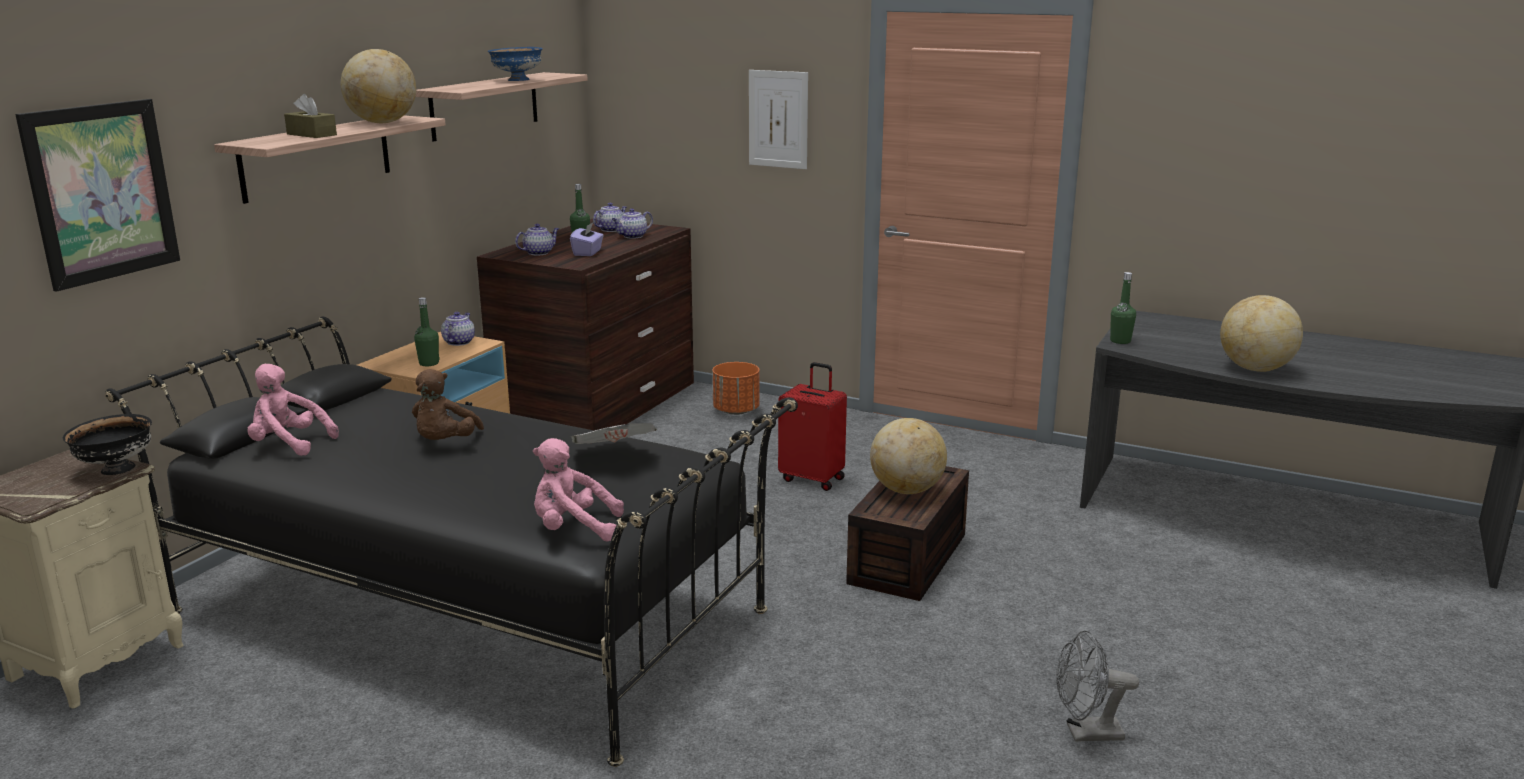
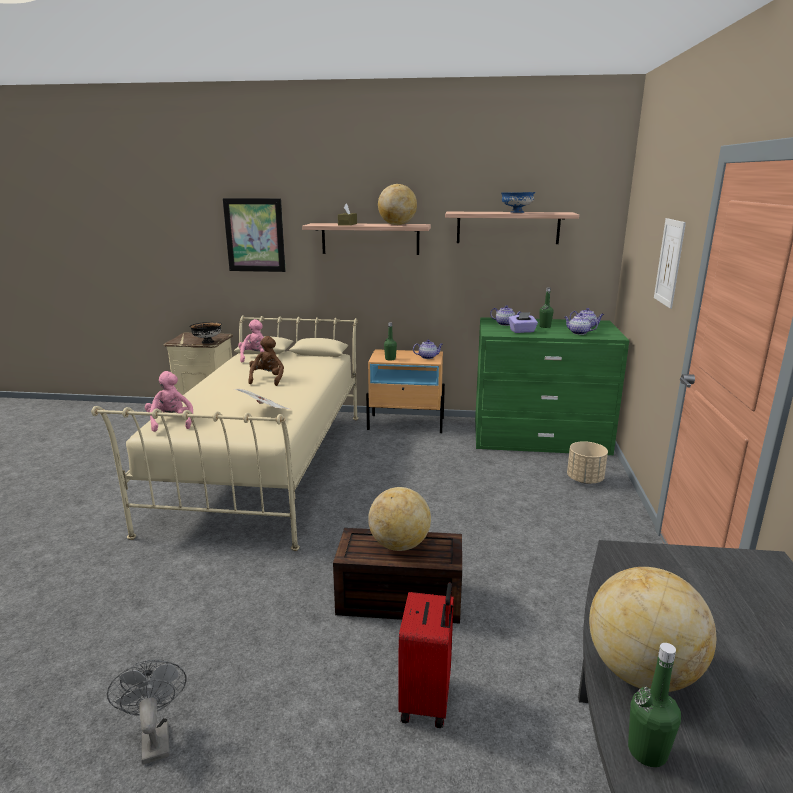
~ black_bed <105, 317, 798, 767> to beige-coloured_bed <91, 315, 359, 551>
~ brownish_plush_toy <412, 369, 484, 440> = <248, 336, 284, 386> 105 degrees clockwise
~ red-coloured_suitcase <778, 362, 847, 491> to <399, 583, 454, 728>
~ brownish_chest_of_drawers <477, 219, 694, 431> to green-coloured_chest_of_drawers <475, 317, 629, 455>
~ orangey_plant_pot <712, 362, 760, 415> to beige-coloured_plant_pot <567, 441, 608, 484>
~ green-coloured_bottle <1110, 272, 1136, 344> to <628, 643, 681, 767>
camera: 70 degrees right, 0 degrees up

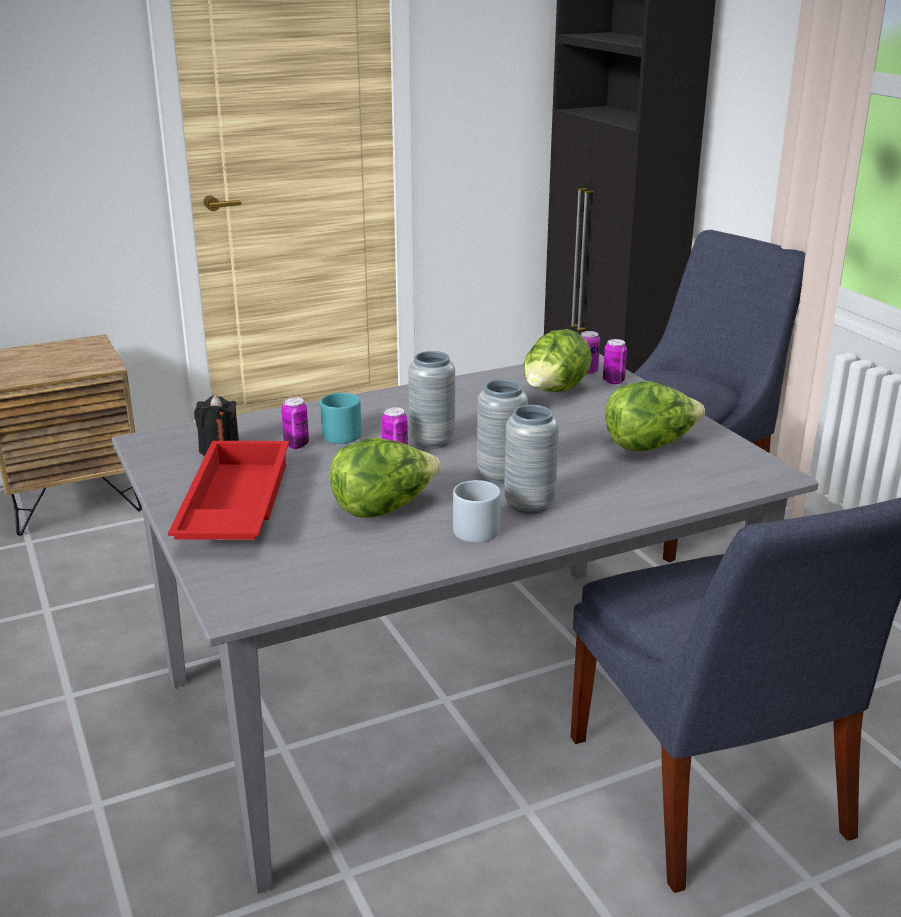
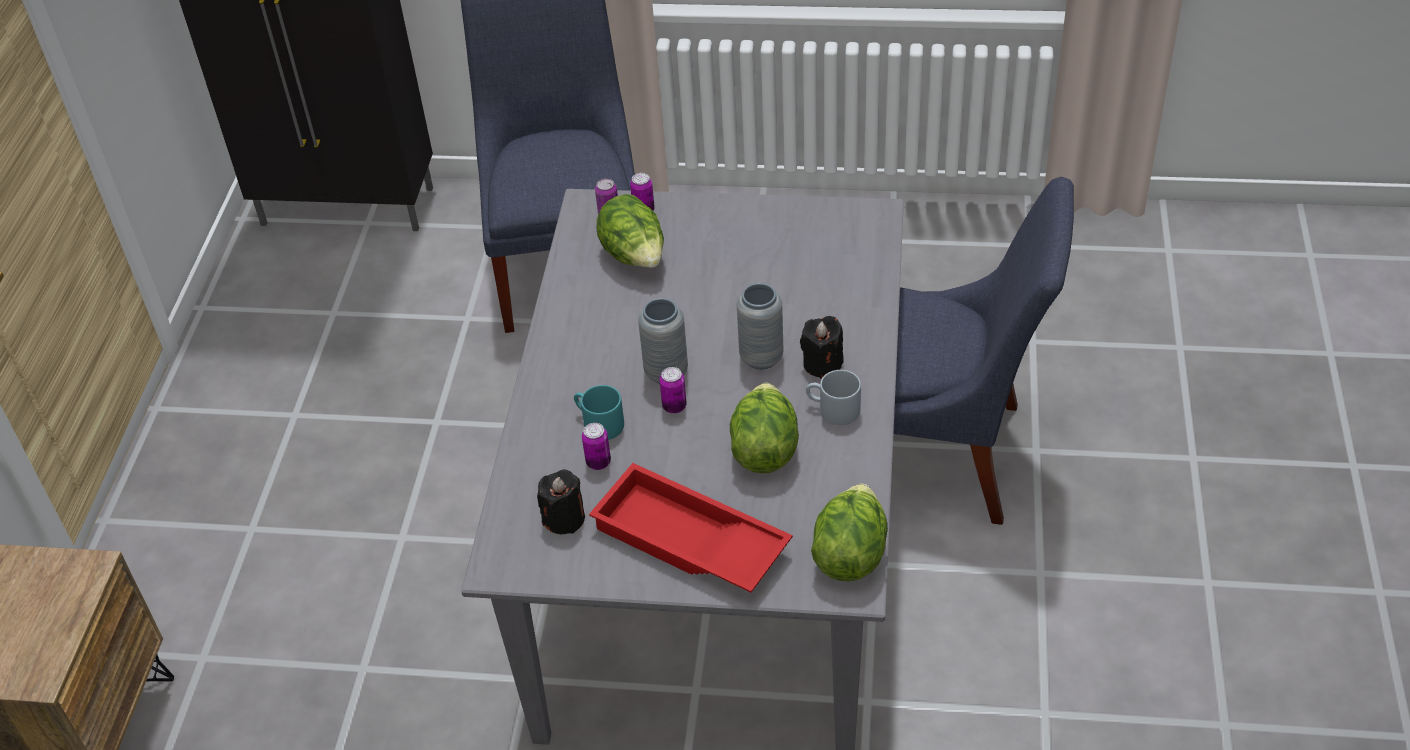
~ greyish_decorative_vase <504, 405, 559, 514> to black_wax_light <800, 316, 844, 379>
~ lettuce_head <606, 381, 705, 452> to <811, 484, 888, 582>
camera: 55 degrees left, 20 degrees up

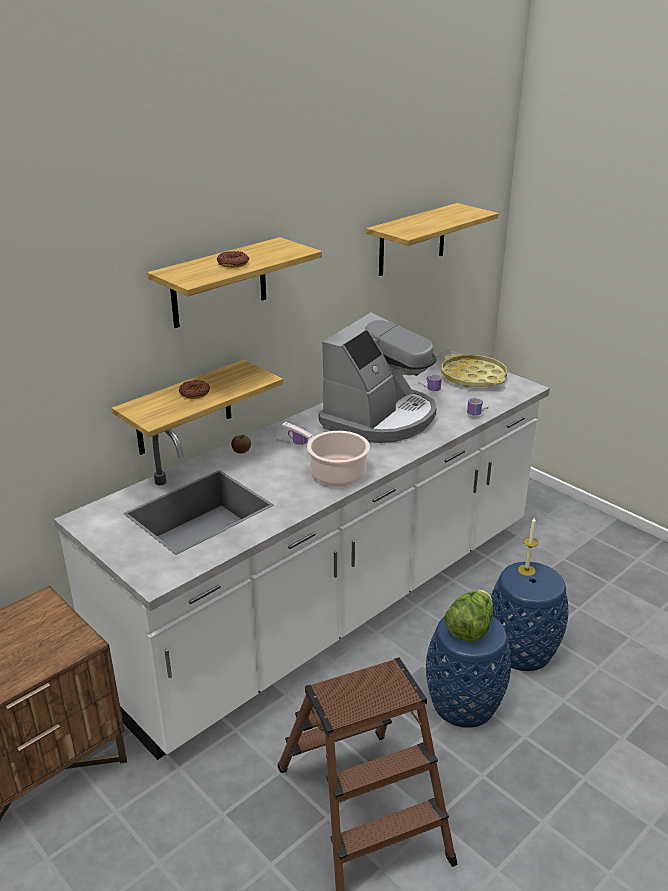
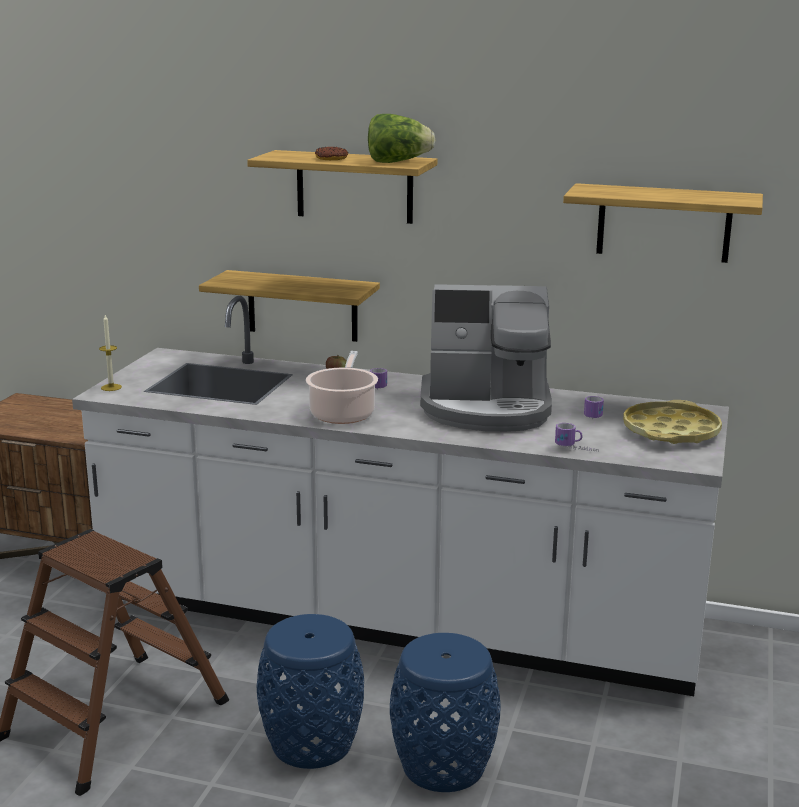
~ wax_light <518, 517, 539, 576> to <99, 315, 122, 391>
~ lettuce_head <444, 590, 493, 642> to <368, 114, 435, 163>
- doughnut <179, 380, 210, 399>
camera: 60 degrees right, 10 degrees down

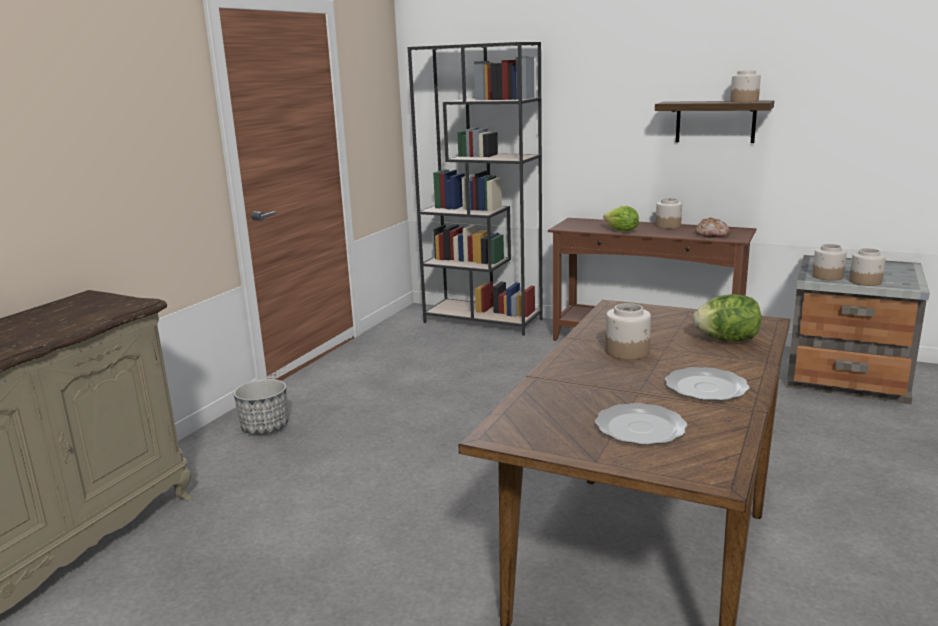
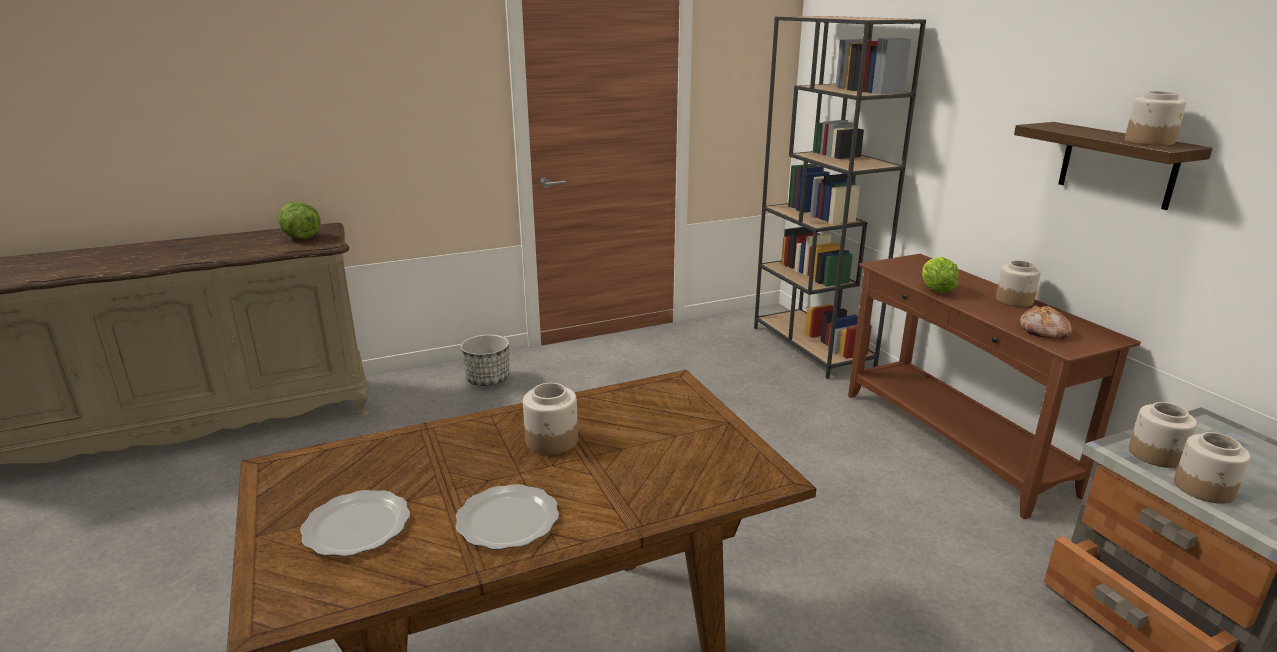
~ lettuce_head <693, 294, 761, 342> to <278, 202, 320, 239>
camera: 40 degrees right, 5 degrees up

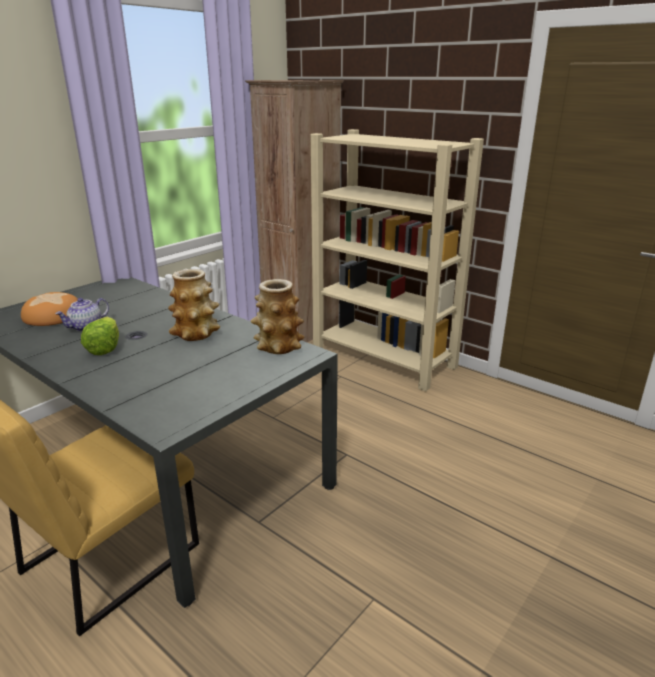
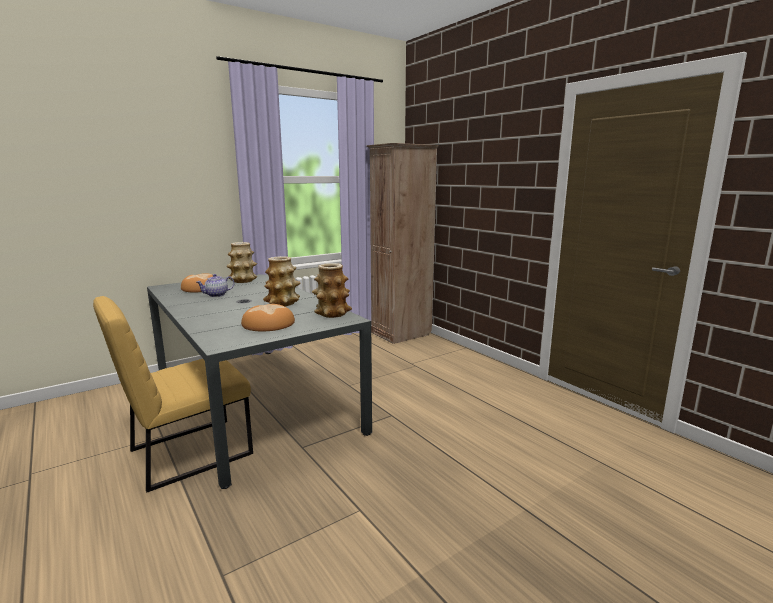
+ decorative_vase <227, 242, 257, 283>
+ baked_bread <241, 304, 295, 331>
- lettuce_head <81, 317, 119, 355>
- beige-coloured_bookcase <311, 129, 484, 391>
camera: 15 degrees right, 10 degrees down

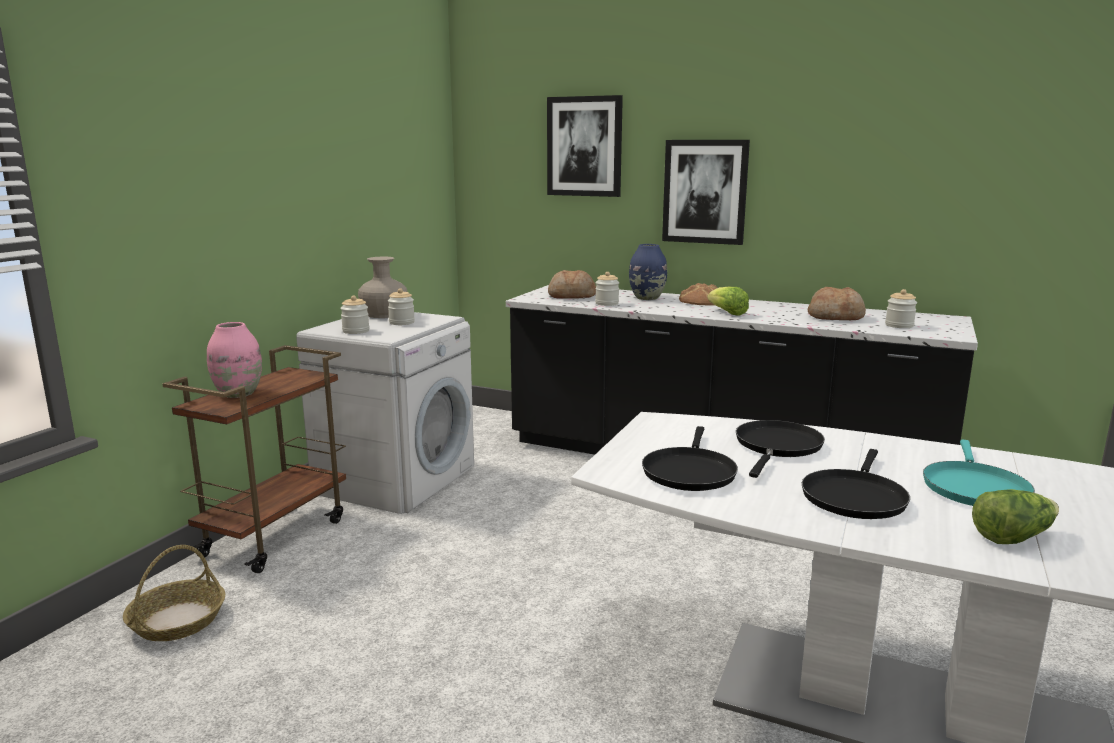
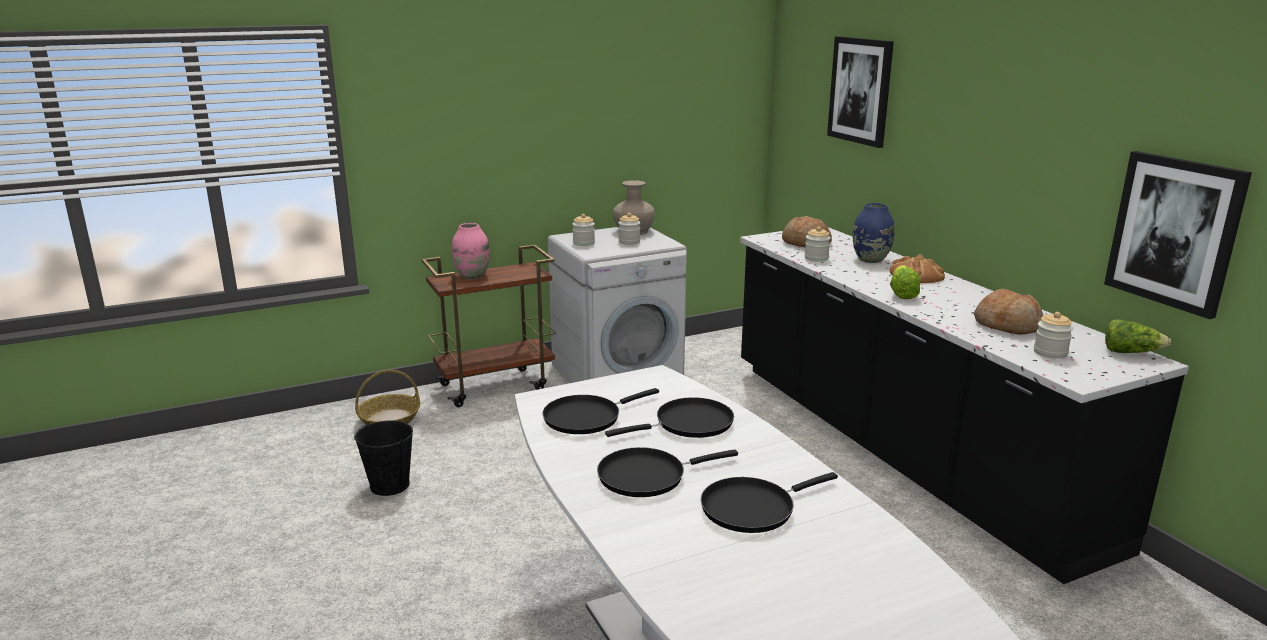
+ black_bucket <354, 420, 413, 496>
~ turquoise_frying_pan <923, 439, 1035, 506> to black_frying_pan <701, 472, 838, 533>
~ wall_art <662, 140, 750, 245> to <1104, 151, 1252, 319>
~ lettuce_head <972, 489, 1059, 544> to <1105, 319, 1171, 353>
camera: 40 degrees right, 5 degrees up

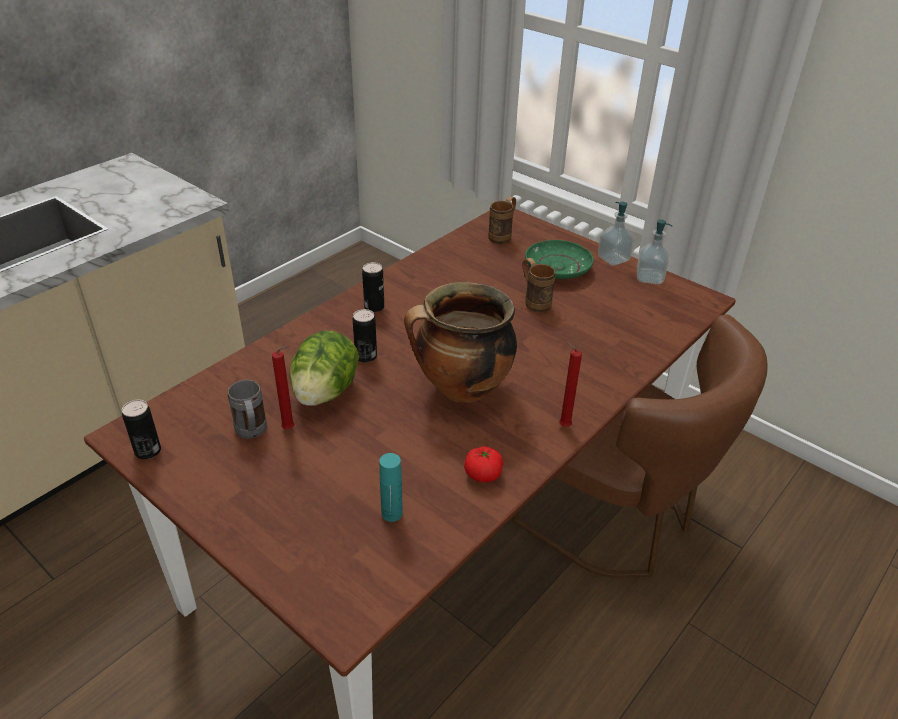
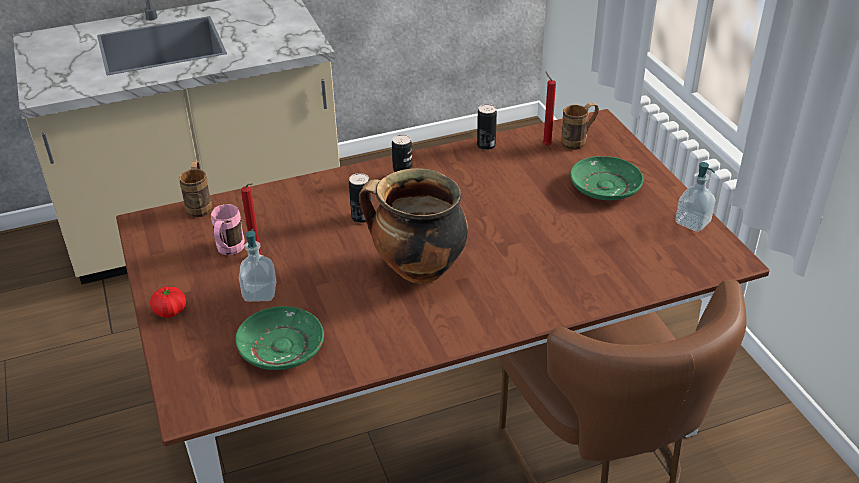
~ tomato <464, 446, 504, 482> to <150, 287, 186, 318>
~ brownish_mug <522, 258, 555, 313> to <180, 161, 212, 217>
~ greyish_mug <228, 380, 267, 439> to pink-coloured_mug <211, 204, 245, 255>
~ turquoise_bottle <379, 453, 403, 522> to green-coloured_plate <235, 306, 324, 370>
~ liquid_soap_bottle <598, 202, 634, 266> to <239, 229, 276, 302>
~ metal_can <122, 400, 161, 459> to <477, 104, 497, 150>
~ red-coloured_wax_light <559, 341, 582, 427> to <542, 72, 556, 146>
- lettuce_head <290, 331, 359, 406>
camera: 30 degrees right, 0 degrees up

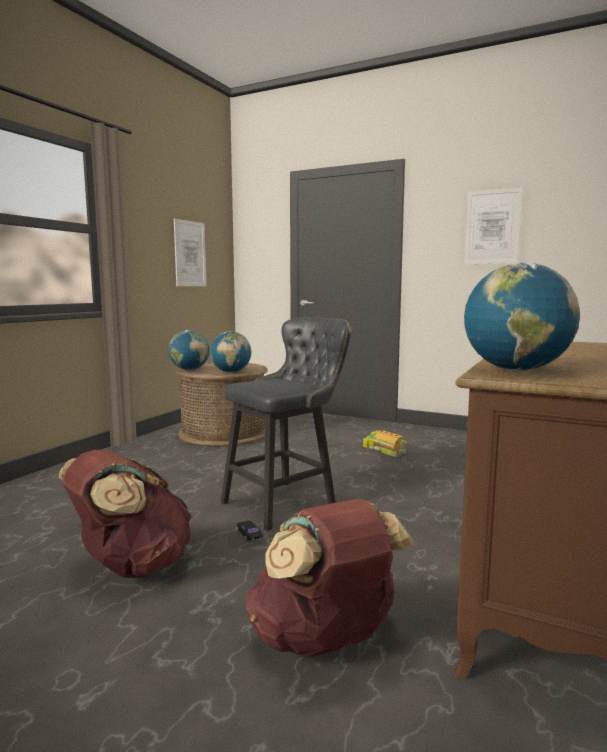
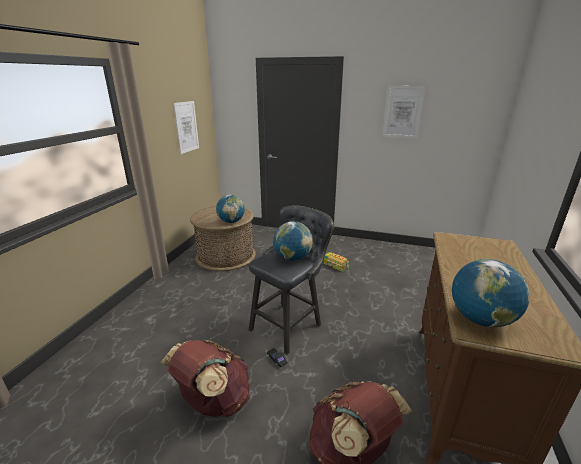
~ globe <169, 330, 209, 370> to <273, 221, 313, 261>
camera: 10 degrees left, 15 degrees up

